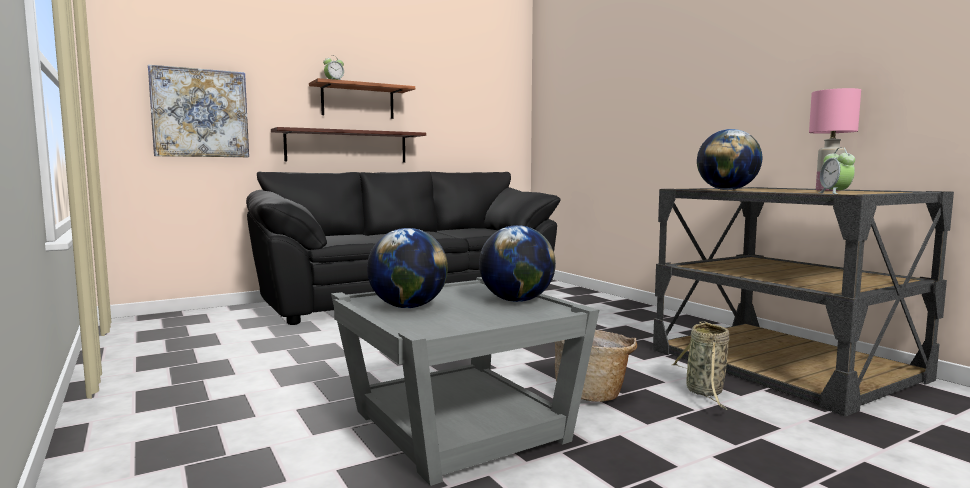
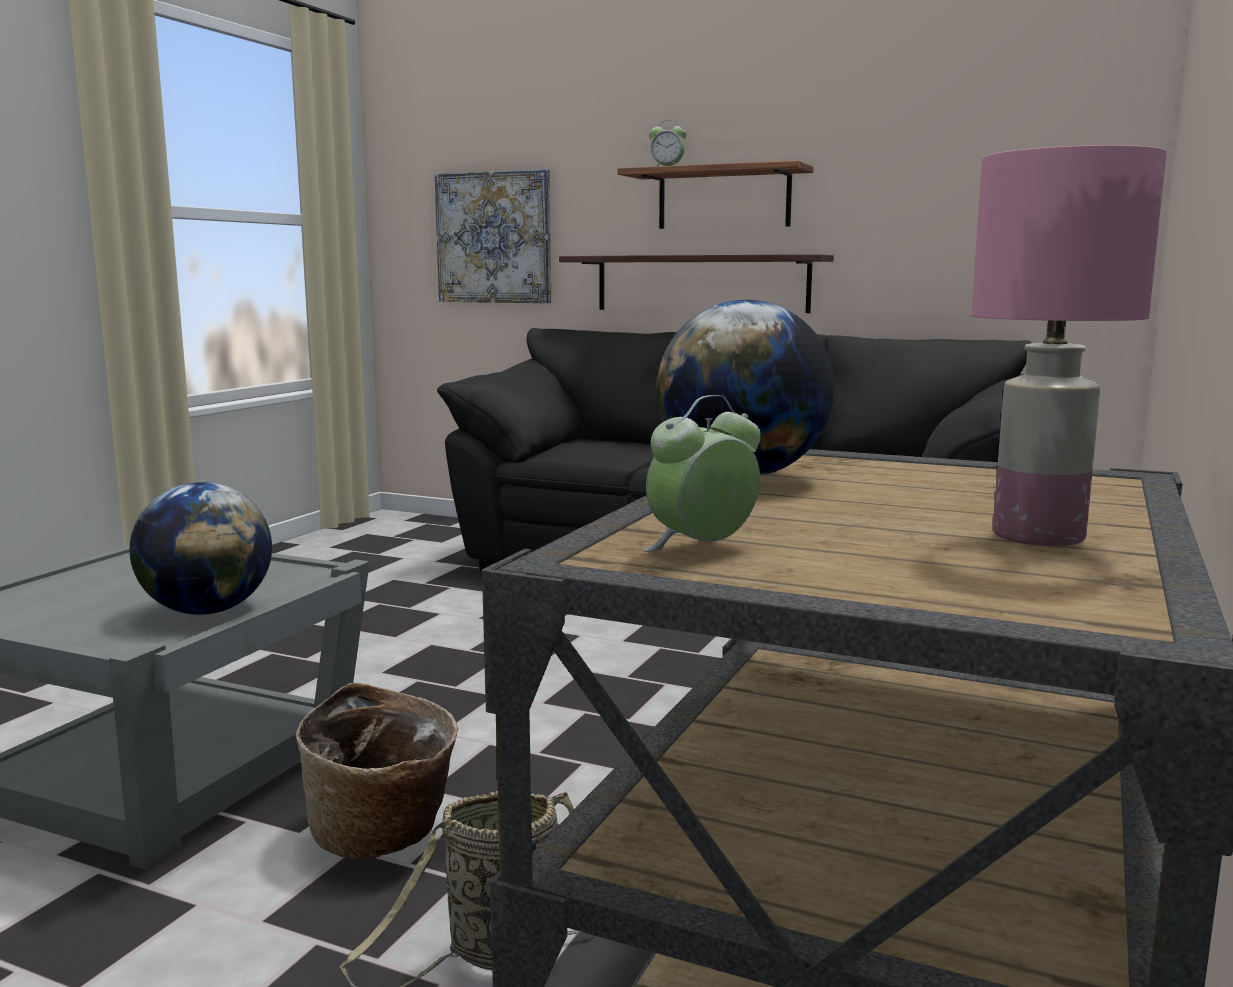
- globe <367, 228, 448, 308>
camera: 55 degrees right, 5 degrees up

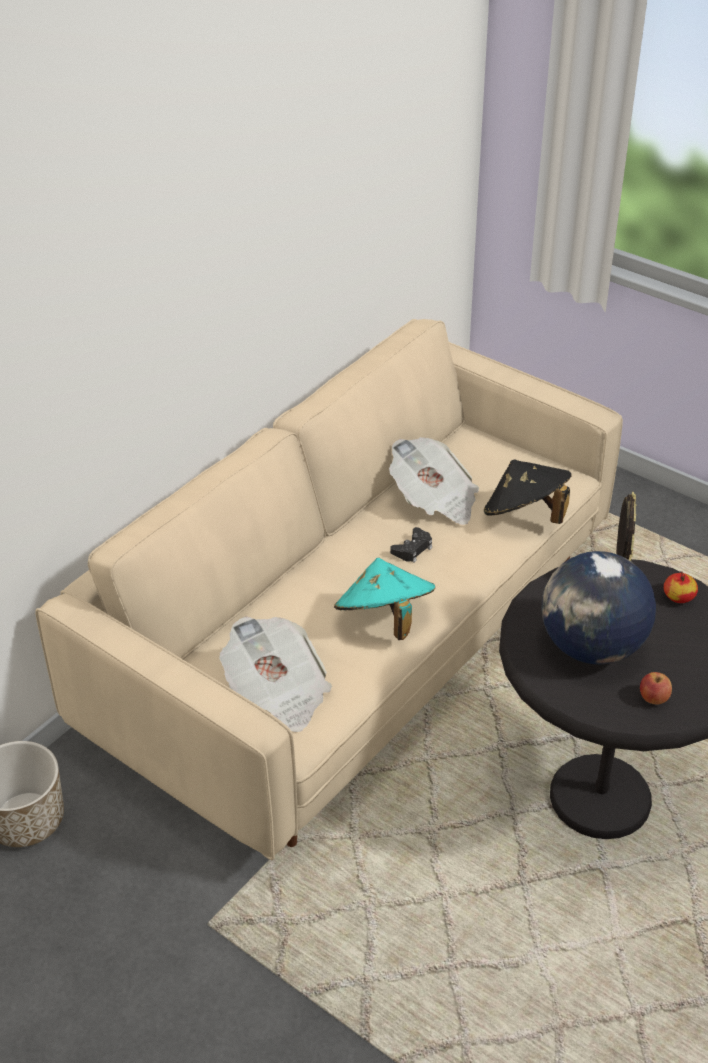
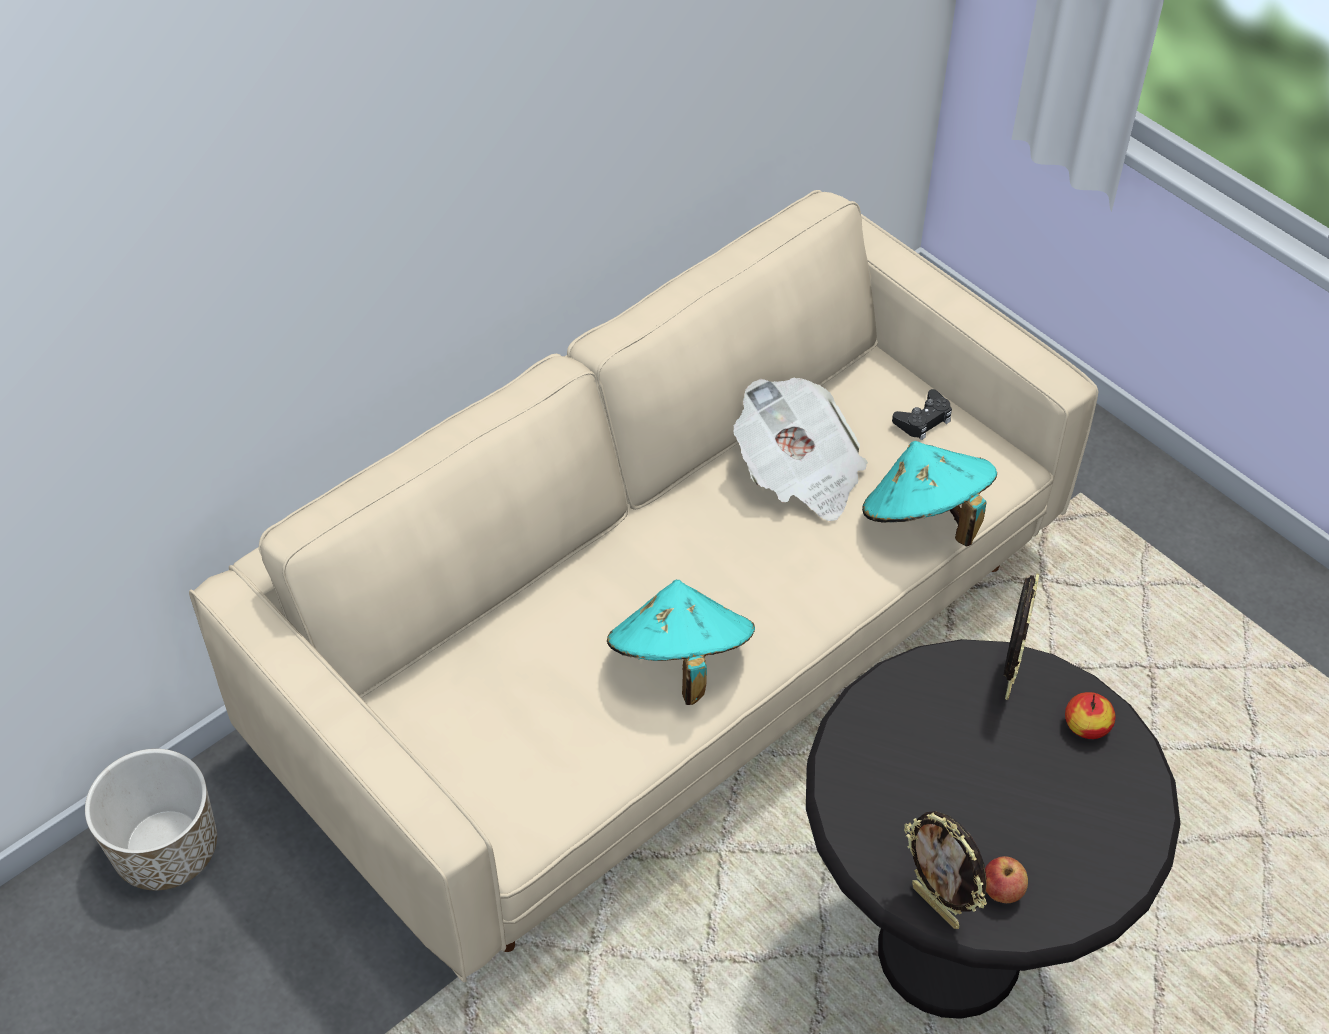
~ black_wearable_hat <484, 459, 572, 524> to turquoise_wearable_hat <862, 441, 997, 547>
~ black_gamepad <390, 527, 432, 563> to <892, 389, 952, 440>
+ standing_frame <904, 811, 987, 929>
- daily_paper <219, 616, 332, 732>
- globe <541, 551, 656, 664>
camera: 10 degrees right, 10 degrees up

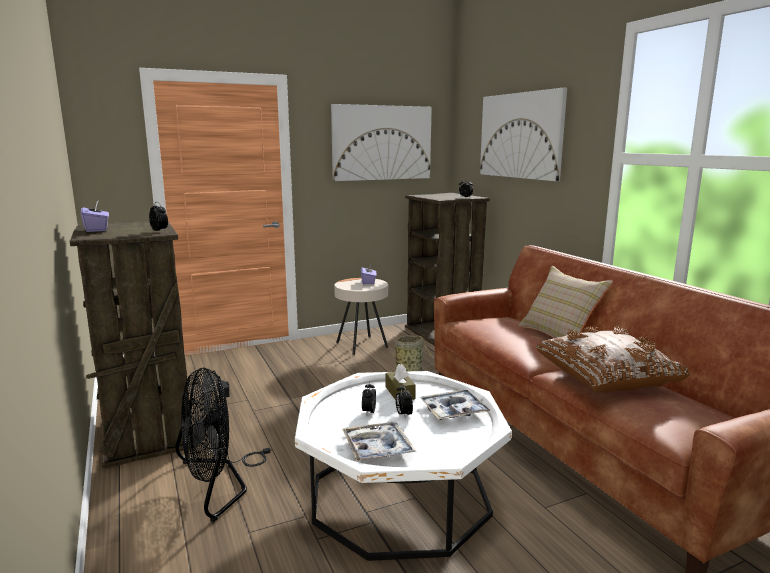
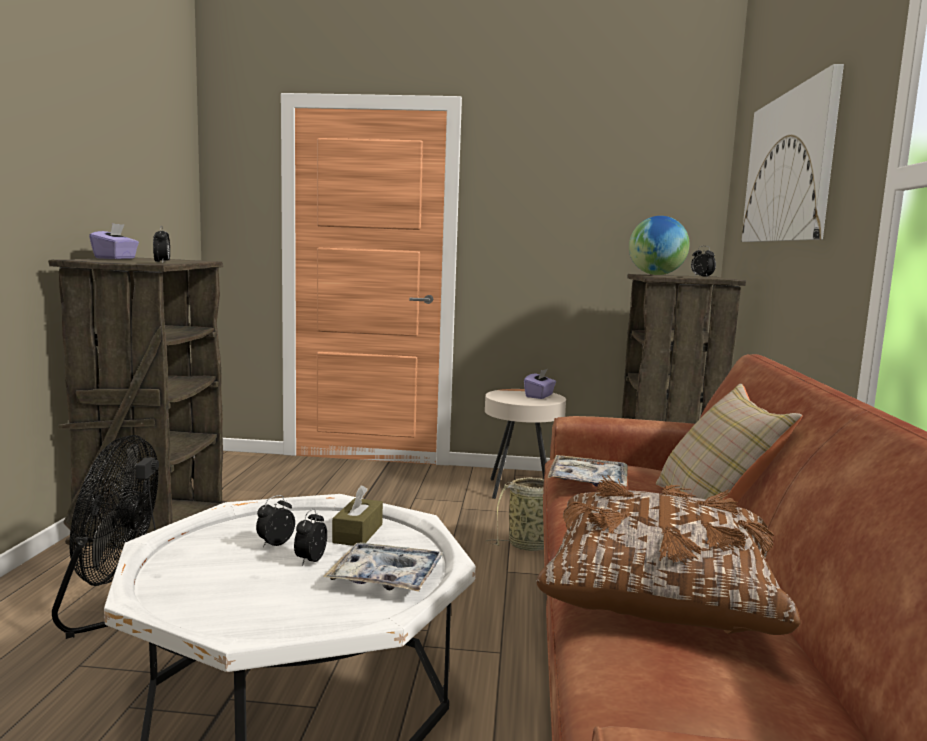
~ carrying_tray <342, 422, 417, 461> to <547, 455, 628, 487>
+ globe <629, 216, 690, 275>
- wall_art <331, 104, 432, 181>
camera: 30 degrees right, 5 degrees down

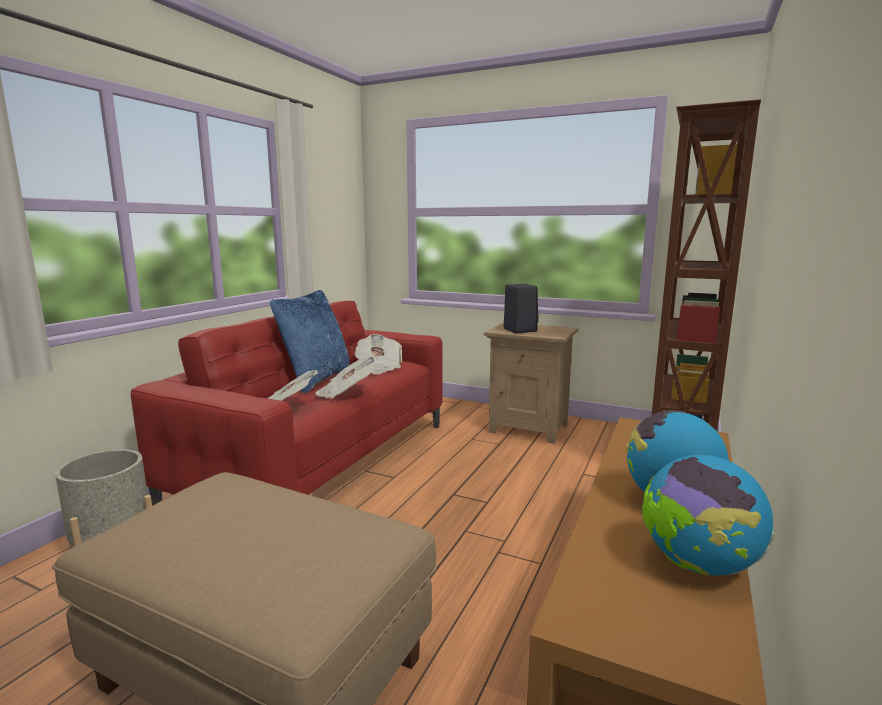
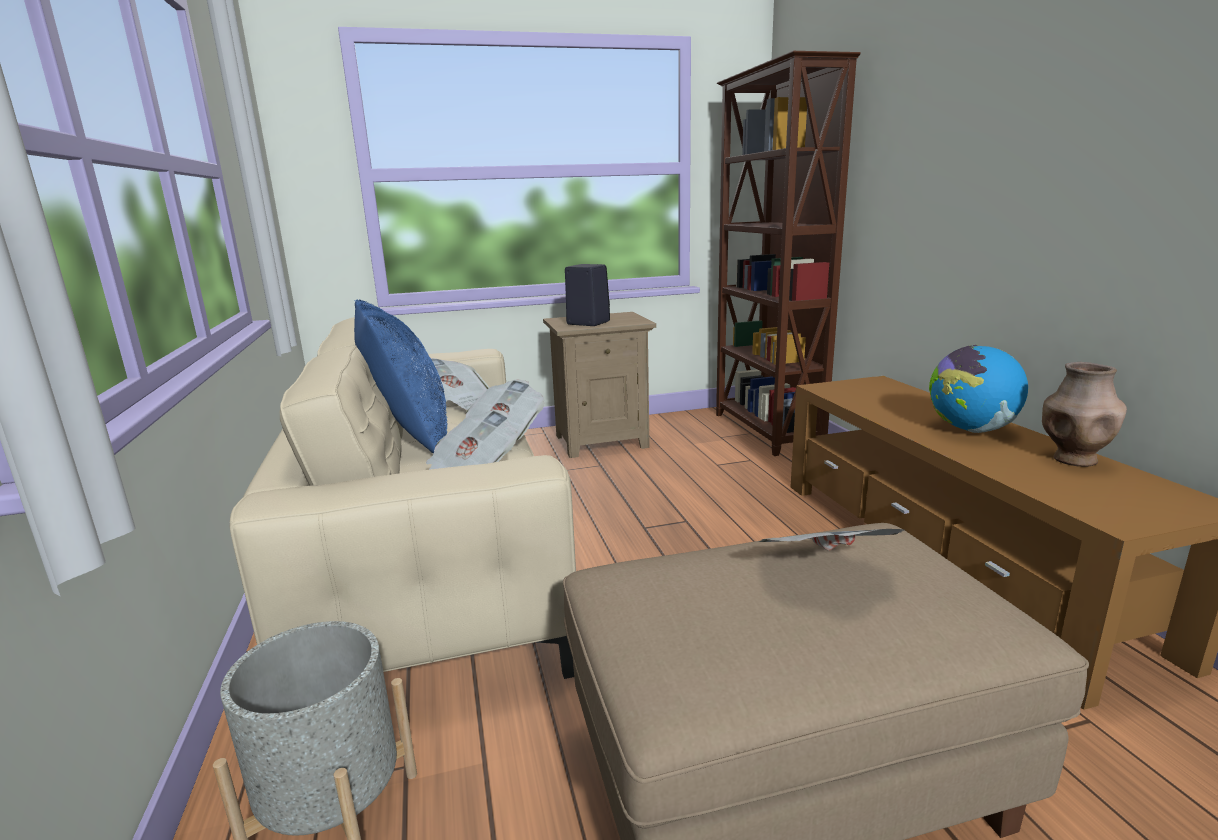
~ red-coloured_settee <131, 301, 443, 506> to beige-coloured_settee <230, 317, 576, 679>
+ daily_paper <758, 529, 904, 551>
~ globe <642, 455, 775, 575> to brownish_decorative_vase <1042, 362, 1127, 467>
camera: 40 degrees left, 5 degrees up

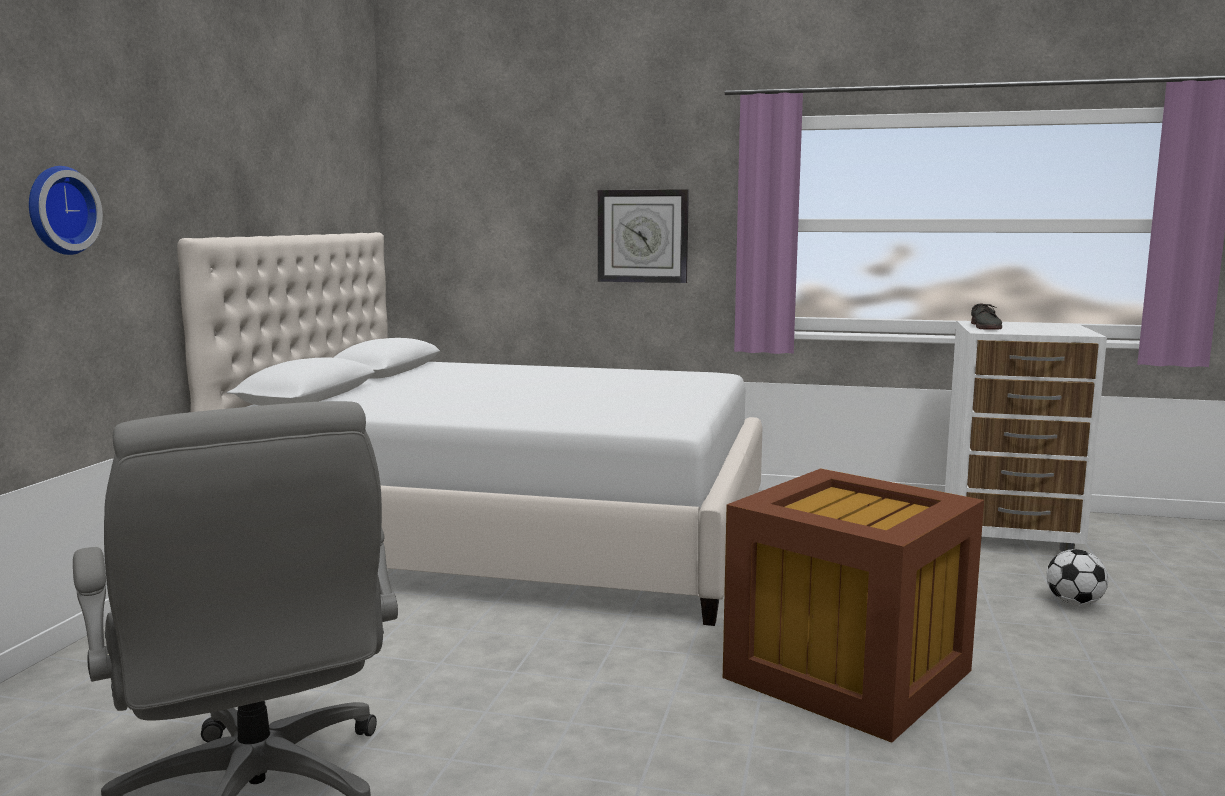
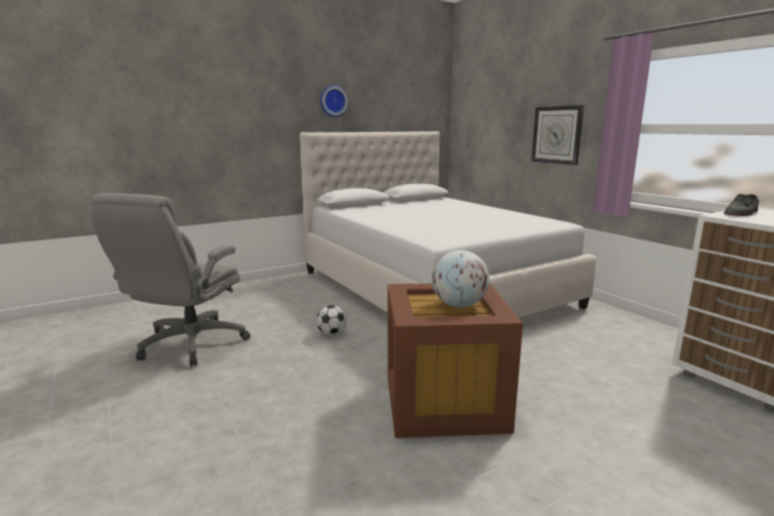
~ football <1047, 549, 1108, 606> to <316, 305, 346, 335>
~ wall_clock <29, 166, 103, 255> to <320, 85, 348, 117>
+ globe <432, 250, 489, 308>
camera: 45 degrees right, 5 degrees up

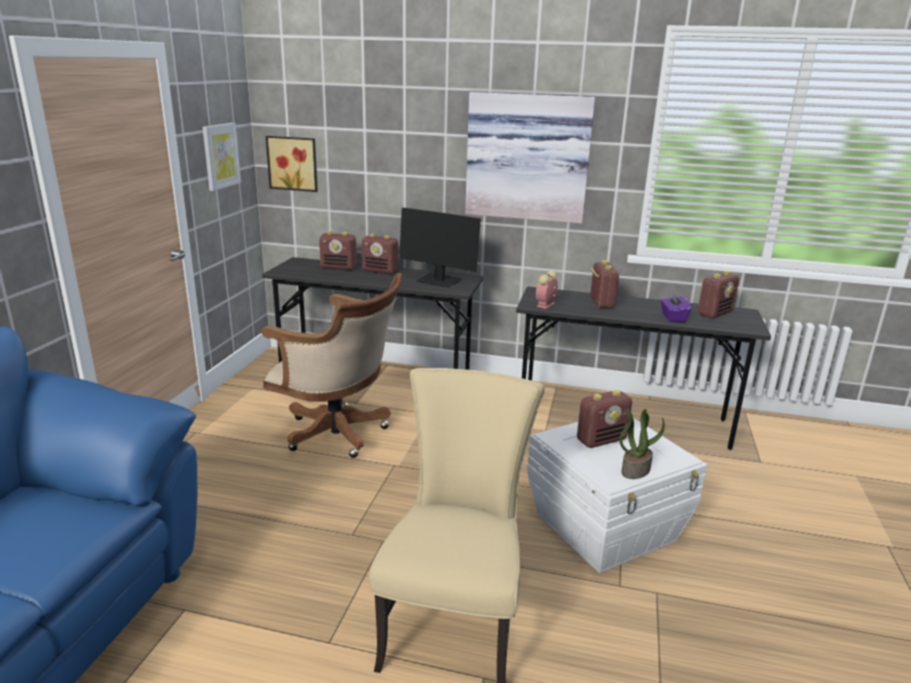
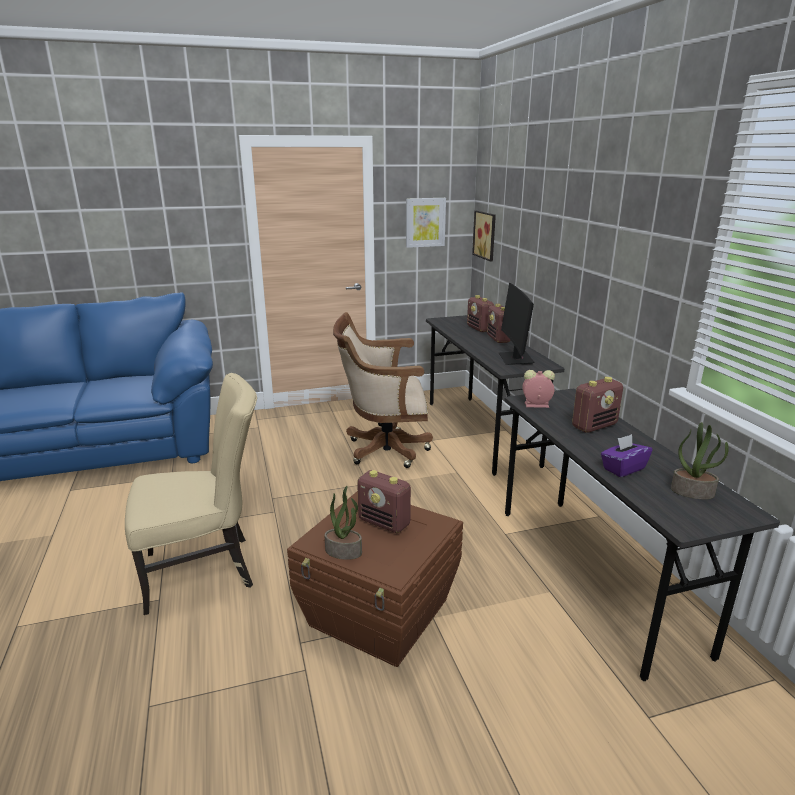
~ white-coloured_storage_box <527, 418, 707, 573> to brownish_storage_box <287, 491, 463, 667>
~ desk_chair <261, 273, 402, 458> = <333, 312, 433, 468> 90 degrees clockwise
~ radio_set <698, 271, 739, 318> to plant_in_a_pot <671, 422, 729, 499>
- wall_art <465, 92, 595, 224>
camera: 60 degrees right, 0 degrees up

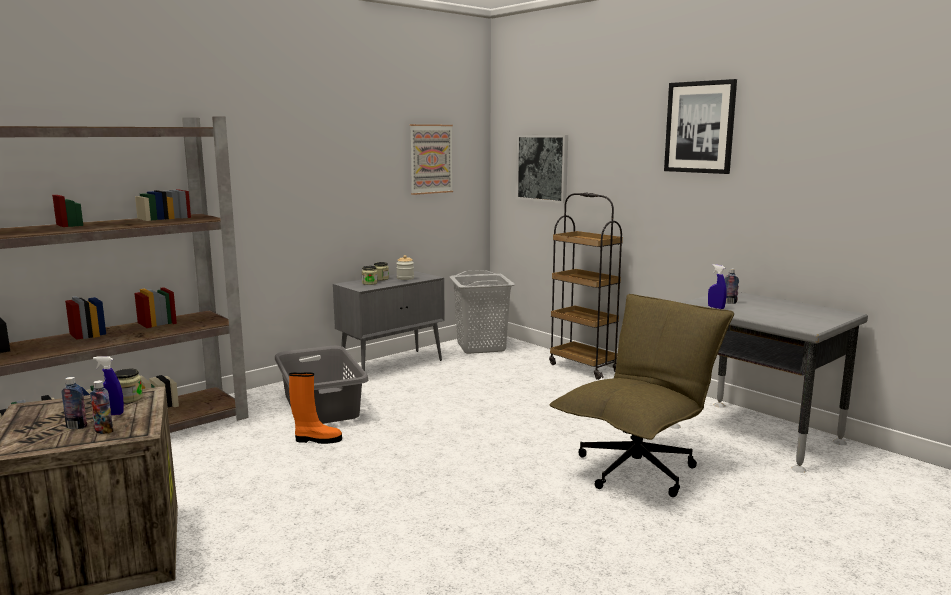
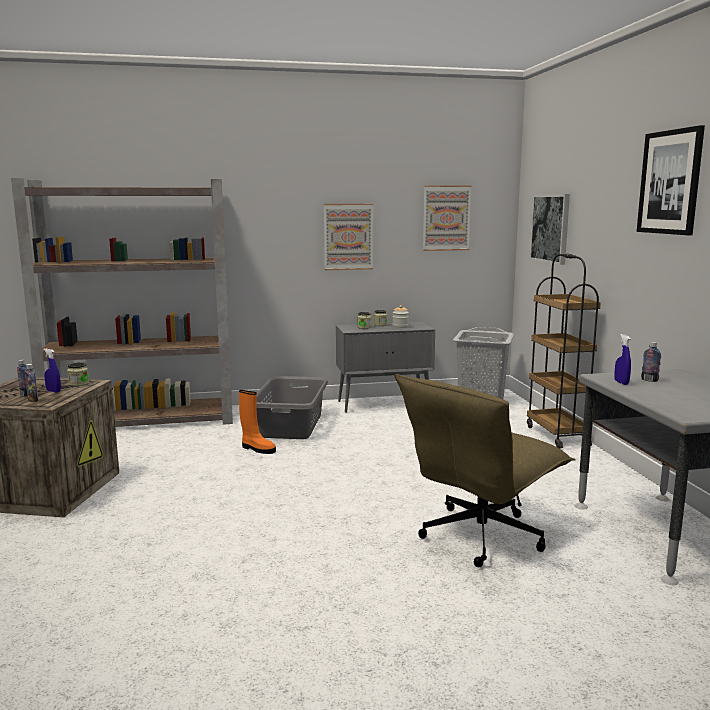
+ wall_art <324, 204, 373, 270>
~ beige-coloured_desk_chair <549, 294, 734, 497> = <395, 374, 576, 567> 150 degrees clockwise
camera: 30 degrees right, 0 degrees up

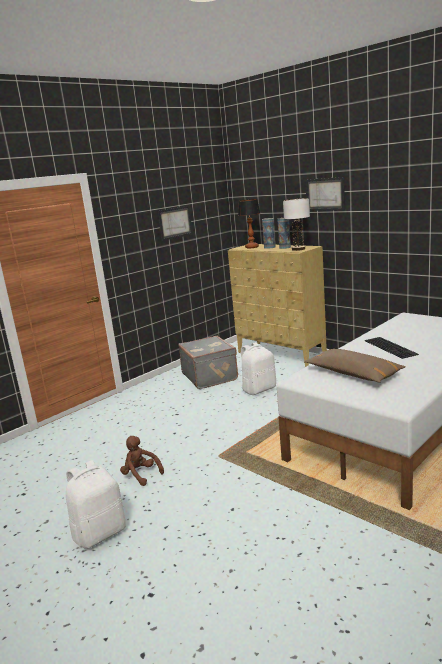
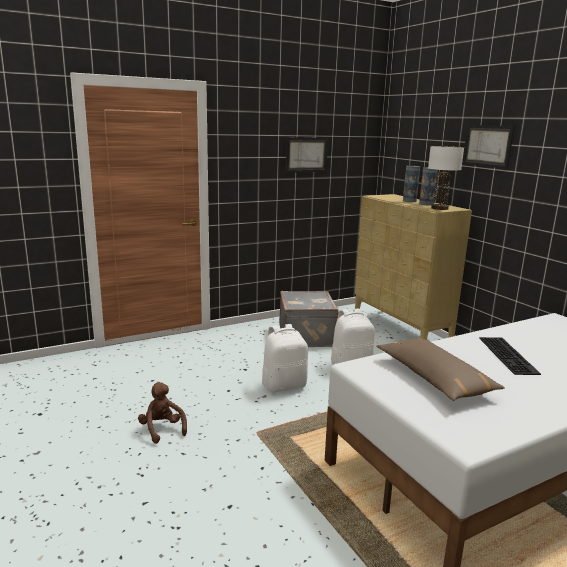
~ white-coloured_knapsack <66, 460, 126, 549> to <262, 324, 308, 392>
- tabletop_lamp <238, 199, 260, 248>
camera: 15 degrees right, 0 degrees up

